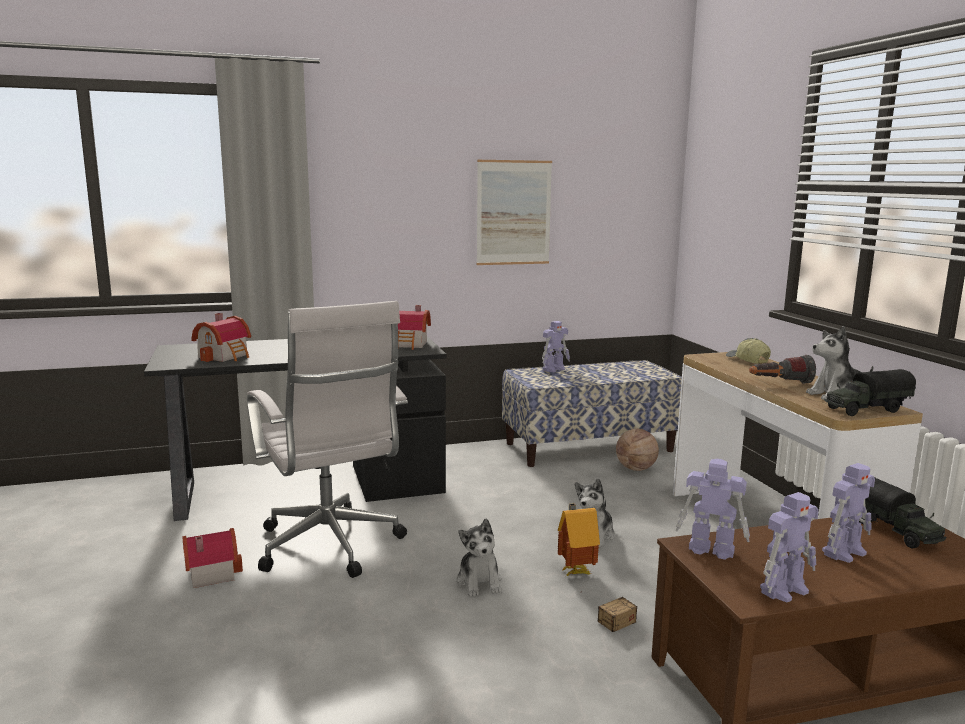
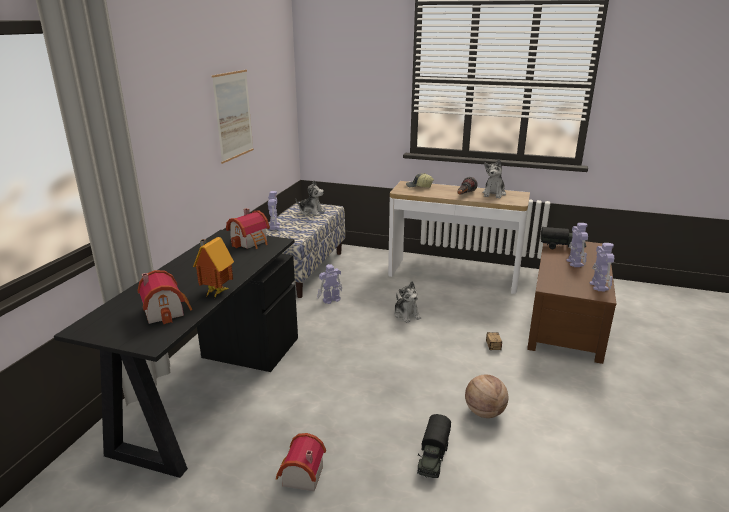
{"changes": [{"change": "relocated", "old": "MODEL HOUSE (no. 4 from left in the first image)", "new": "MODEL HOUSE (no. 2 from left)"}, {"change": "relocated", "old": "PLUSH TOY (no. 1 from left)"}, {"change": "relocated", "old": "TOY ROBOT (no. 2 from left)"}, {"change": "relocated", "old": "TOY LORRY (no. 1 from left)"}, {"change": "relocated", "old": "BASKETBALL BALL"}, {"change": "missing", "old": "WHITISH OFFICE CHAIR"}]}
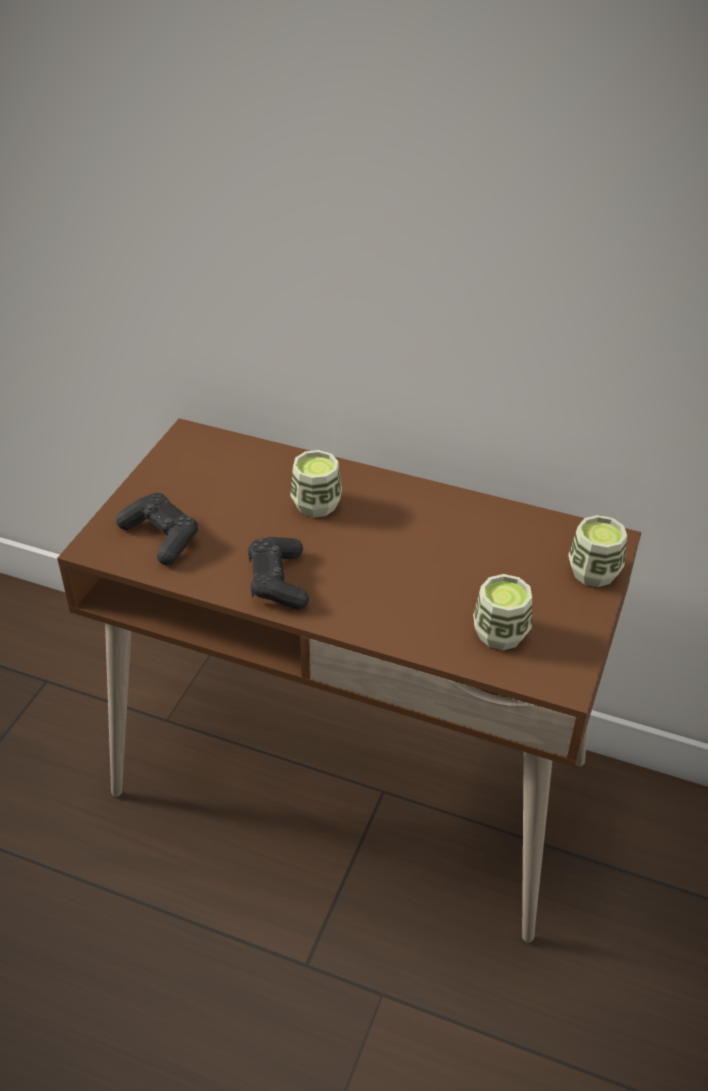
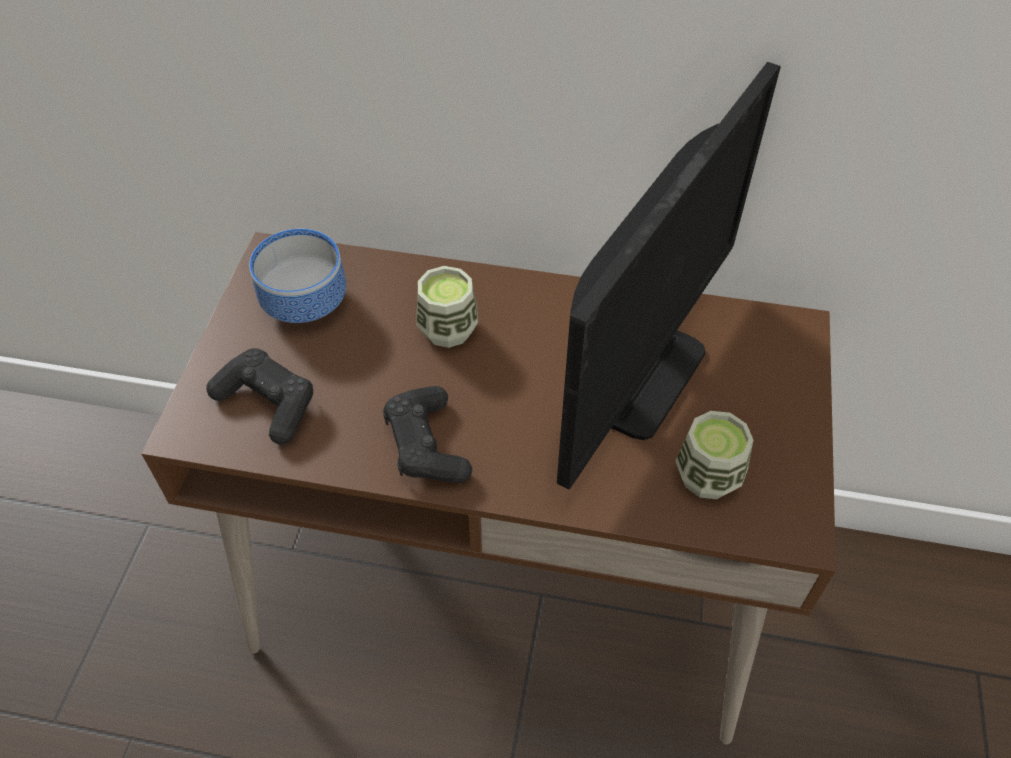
{"changes": [{"change": "appeared", "new": "BOWL"}, {"change": "appeared", "new": "COMPUTER SCREEN"}, {"change": "missing", "old": "SMALL CUP (no. 3 from left)"}]}
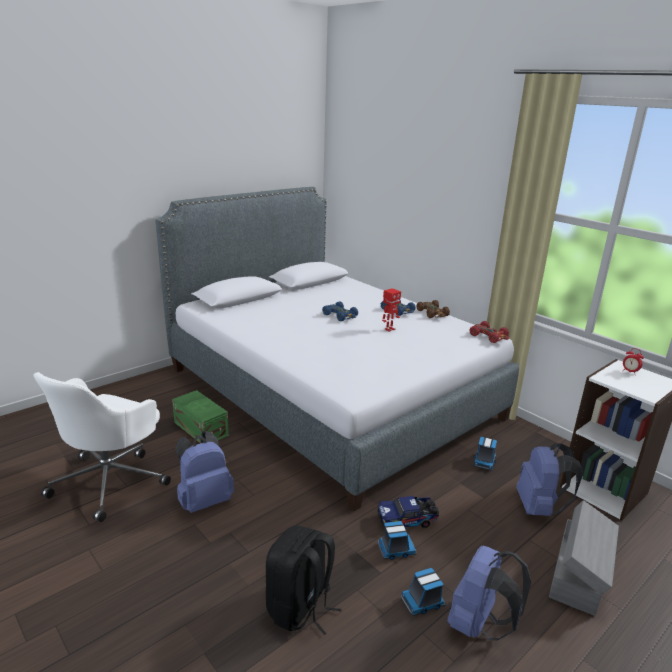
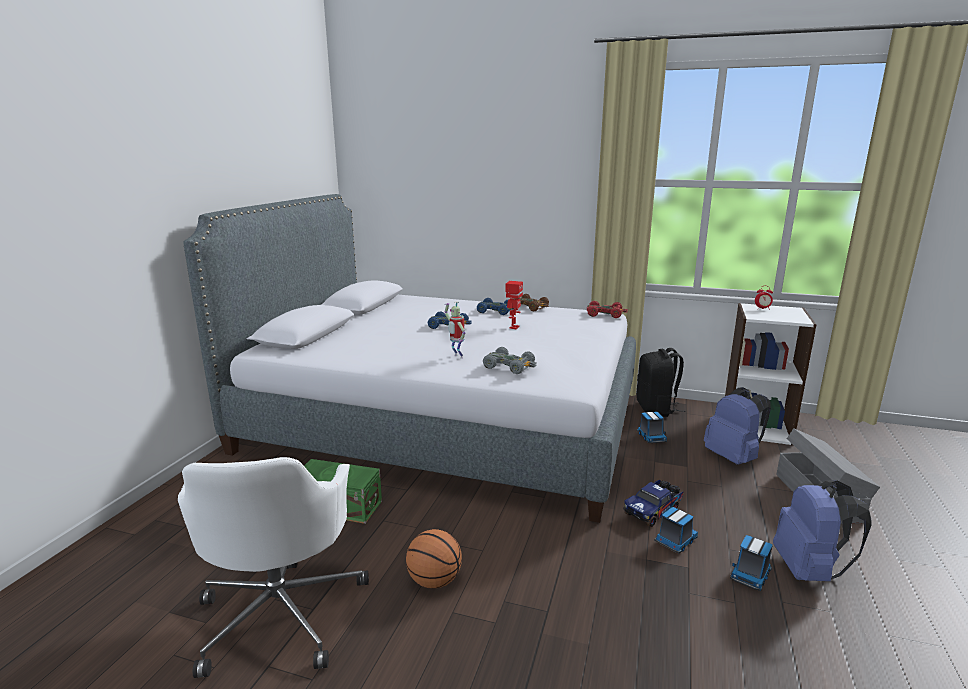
{"changes": [{"change": "exchanged", "old": "BLUE-COLOURED KNAPSACK (no. 1 from left)", "new": "BASKETBALL BALL"}, {"change": "appeared", "new": "TOY ROBOT (no. 1 from left)"}, {"change": "appeared", "new": "GREYISH TOY CAR"}, {"change": "relocated", "old": "BLACKISH KNAPSACK"}]}
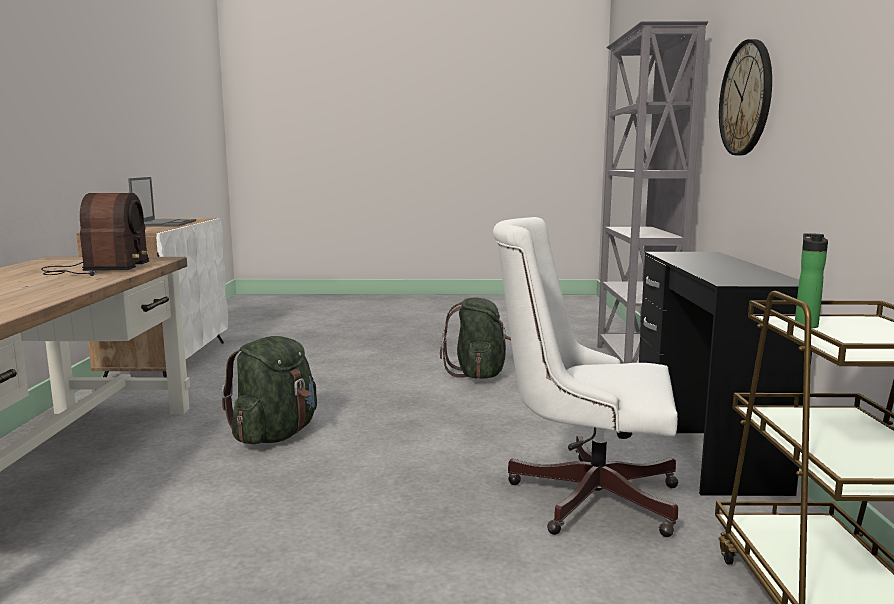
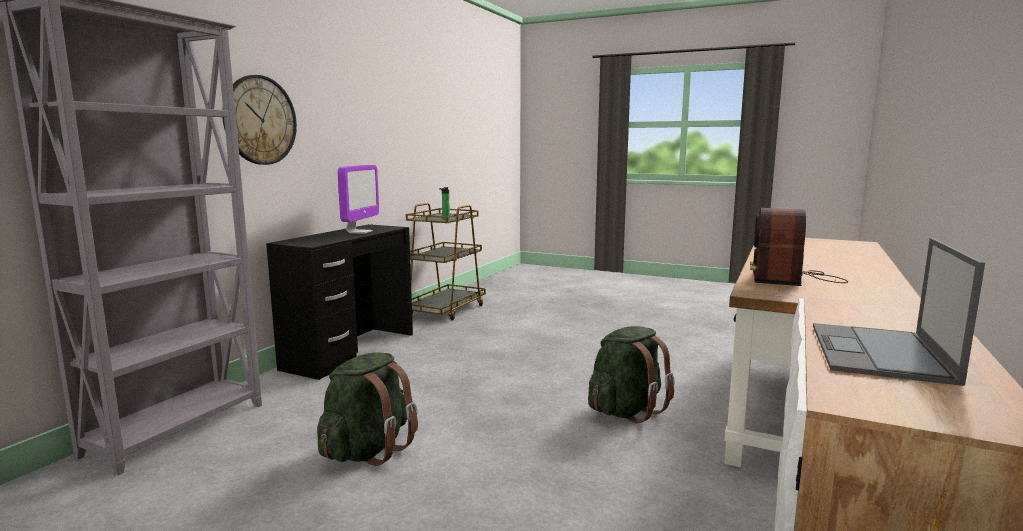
{"changes": [{"change": "appeared", "new": "COMPUTER SCREEN"}, {"change": "missing", "old": "WHITISH OFFICE CHAIR"}]}
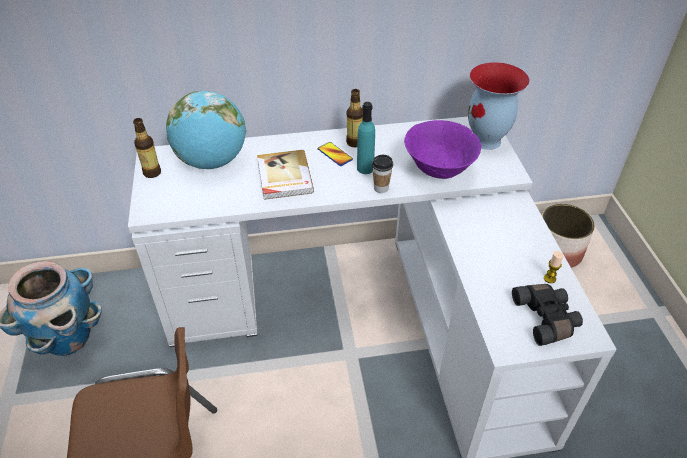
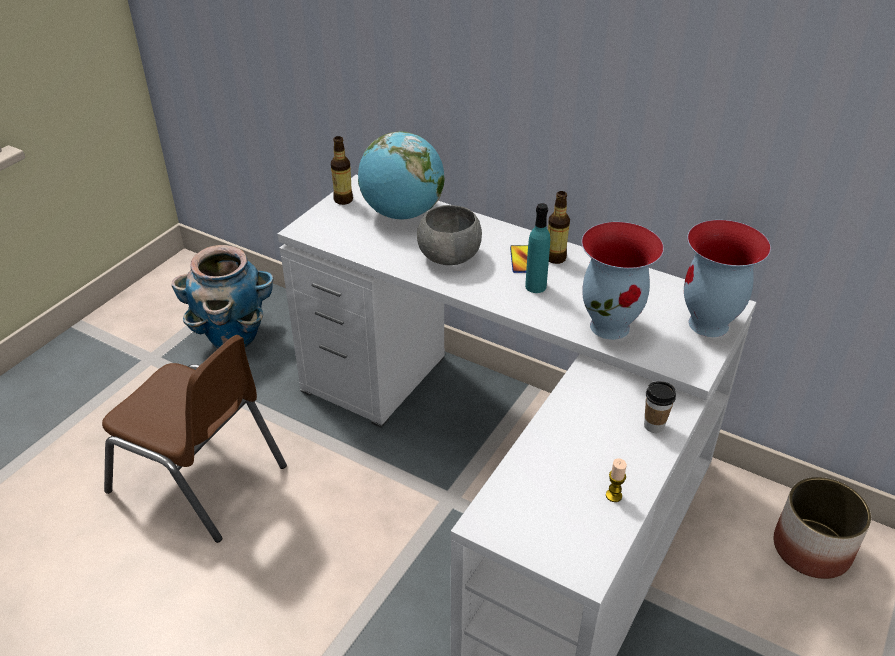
{"changes": [{"change": "exchanged", "old": "VOLUME", "new": "GREYISH BOWL"}, {"change": "exchanged", "old": "PURPLE BOWL", "new": "FLOWER VASE (no. 1 from left)"}, {"change": "relocated", "old": "SMALL CUP"}, {"change": "missing", "old": "BLACKISH PAIR OF BINOCULARS"}]}
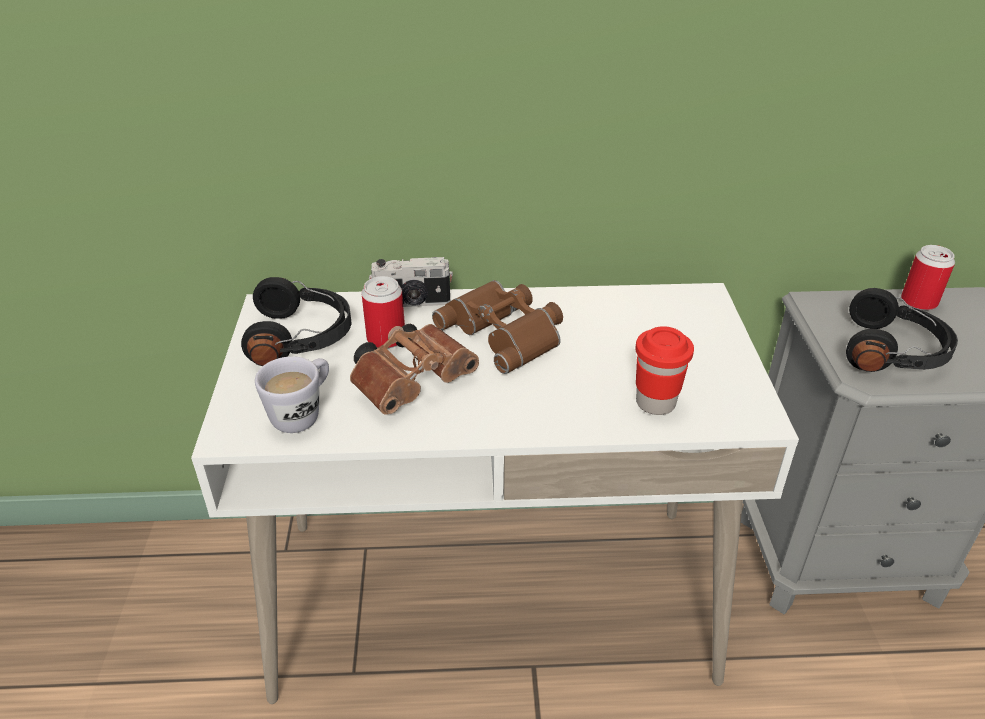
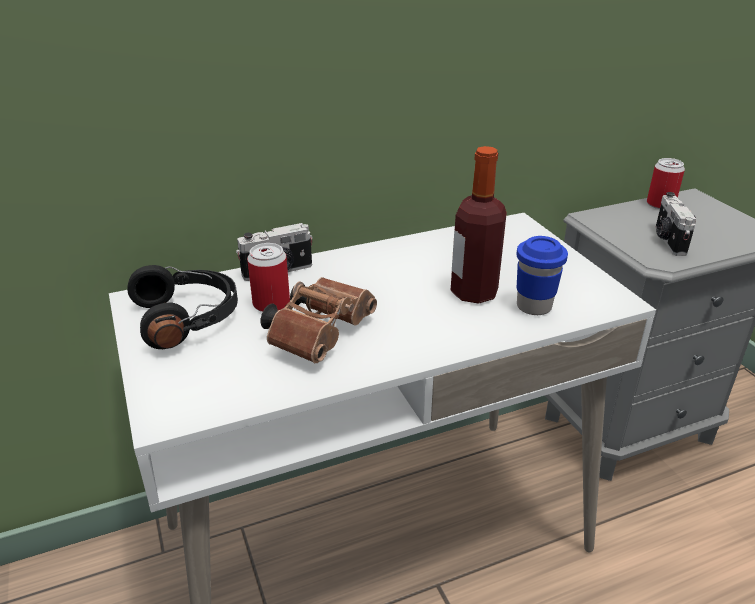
{"changes": [{"change": "appeared", "new": "BEVERAGE BOTTLE"}, {"change": "colour", "old": "RED-COLOURED SMALL CUP", "new": "BLUE-COLOURED SMALL CUP"}, {"change": "exchanged", "old": "BLACKISH PAIR OF HEADPHONES (no. 2 from left)", "new": "STILL CAMERA (no. 2 from left)"}, {"change": "missing", "old": "WHITISH MUG"}, {"change": "missing", "old": "BROWN-COLOURED PAIR OF BINOCULARS (no. 2 from left)"}]}
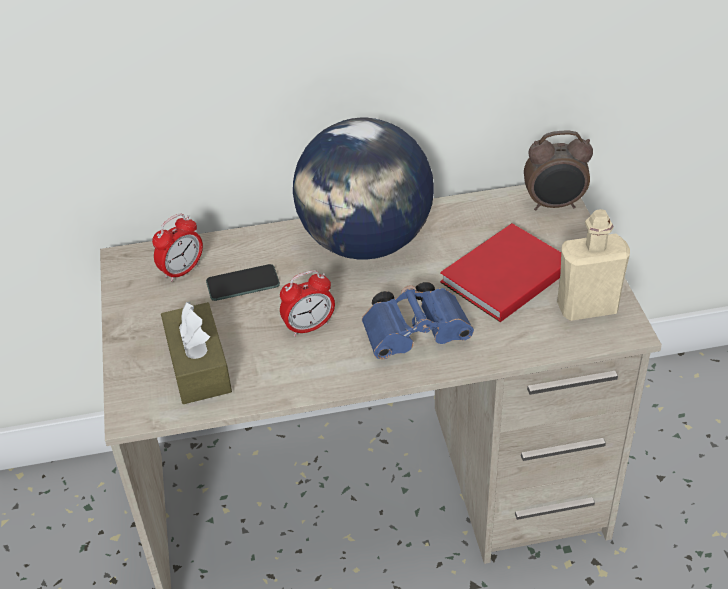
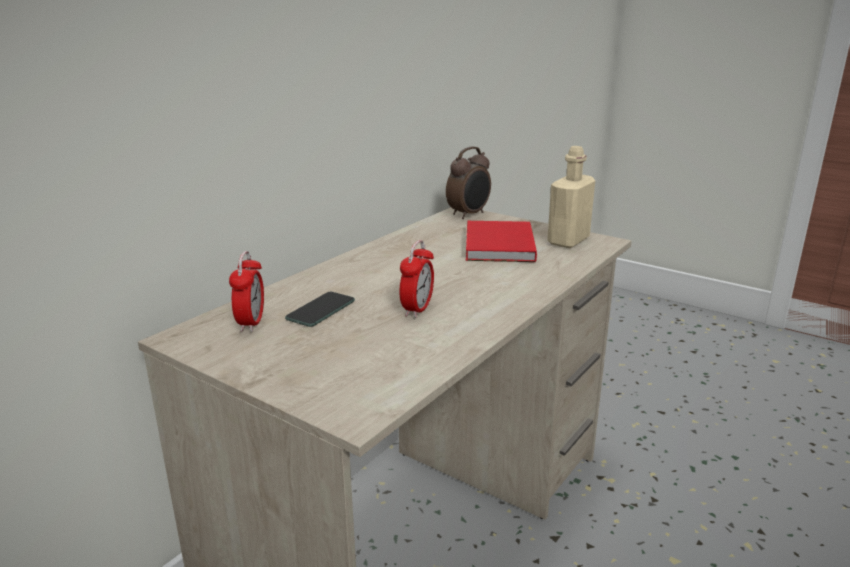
{"changes": [{"change": "missing", "old": "BROWN-COLOURED TISSUE BOX"}, {"change": "missing", "old": "GLOBE"}, {"change": "missing", "old": "BLUE-COLOURED PAIR OF BINOCULARS"}]}
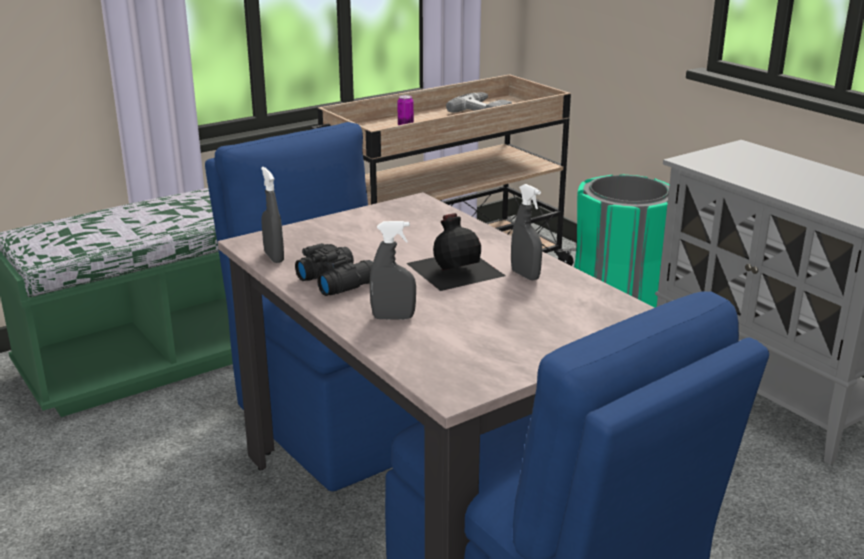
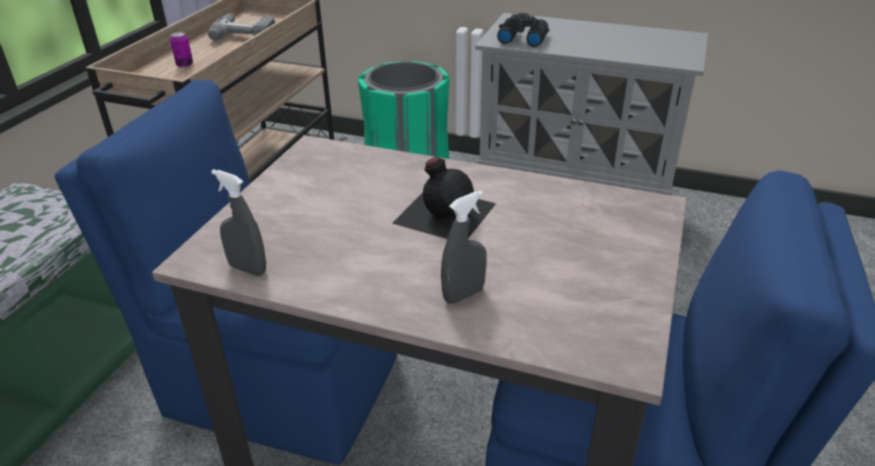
{"changes": [{"change": "relocated", "old": "BLACKISH PAIR OF BINOCULARS"}, {"change": "missing", "old": "GREYISH HAND SPRAYER (no. 3 from left)"}]}
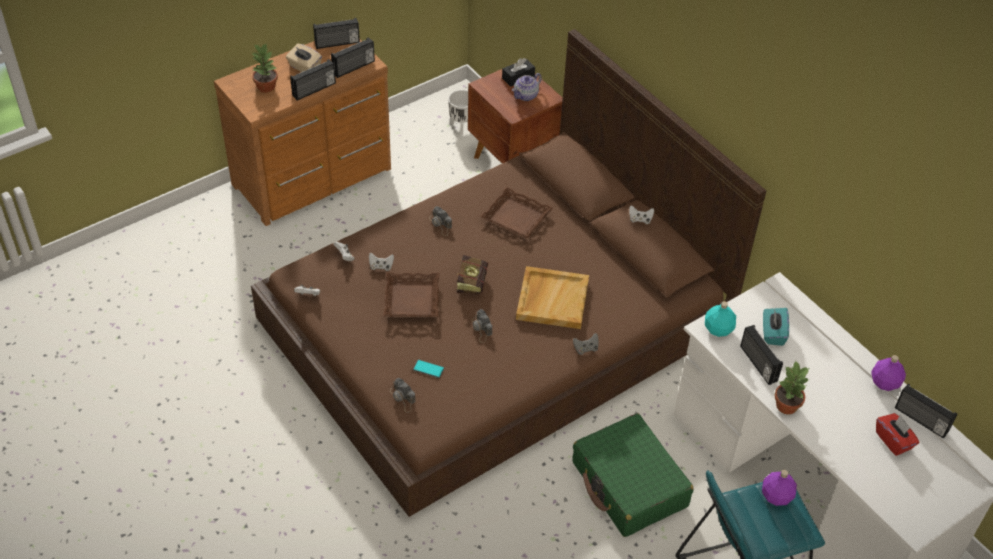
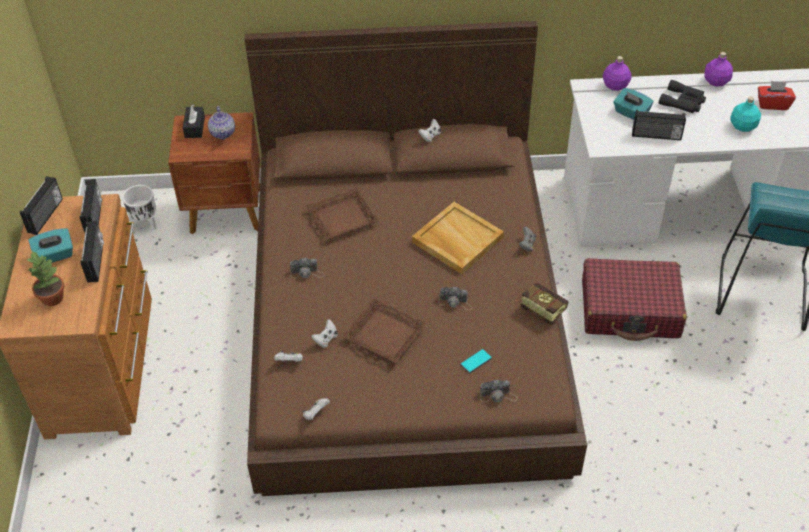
{"changes": [{"change": "colour", "old": "SAND-COLOURED TISSUE BOX", "new": "BLUE-GREEN TISSUE BOX (no. 1 from left)"}, {"change": "relocated", "old": "VOLUME"}, {"change": "colour", "old": "GREEN-COLOURED TRAVEL CASE", "new": "RED-COLOURED TRAVEL CASE"}, {"change": "relocated", "old": "PURPLE BEVERAGE BOTTLE (no. 1 from left)"}, {"change": "appeared", "new": "BLACKISH PAIR OF BINOCULARS"}, {"change": "relocated", "old": "BLUE-GREEN BEVERAGE BOTTLE"}, {"change": "missing", "old": "POTTED PLANT (no. 2 from left)"}, {"change": "missing", "old": "RADIO SET (no. 5 from left)"}]}
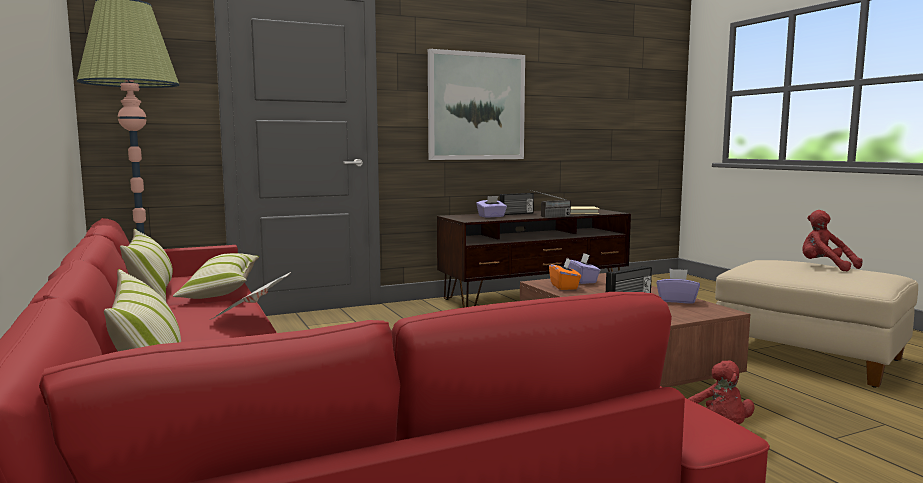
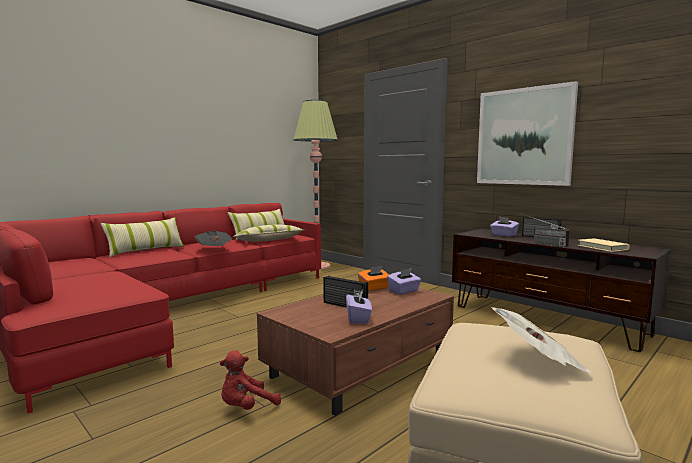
{"changes": [{"change": "exchanged", "old": "RED-COLOURED PLUSH TOY (no. 2 from left)", "new": "DAILY PAPER (no. 2 from left)"}]}
